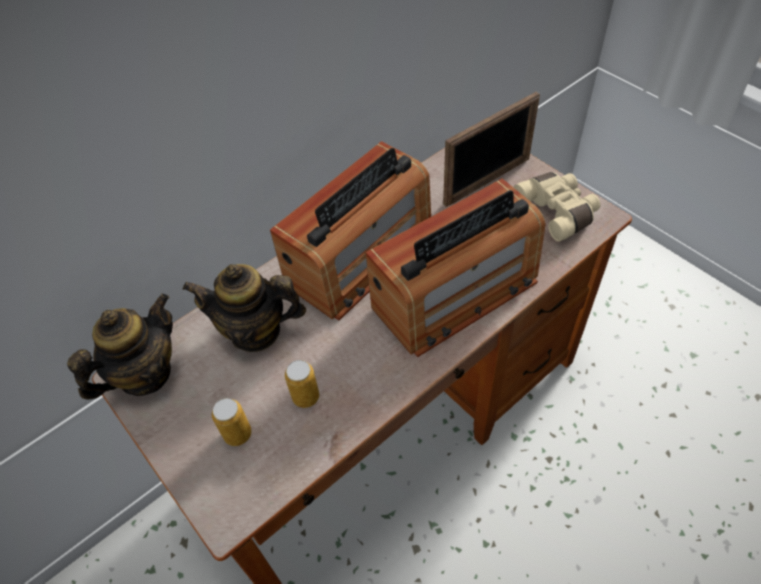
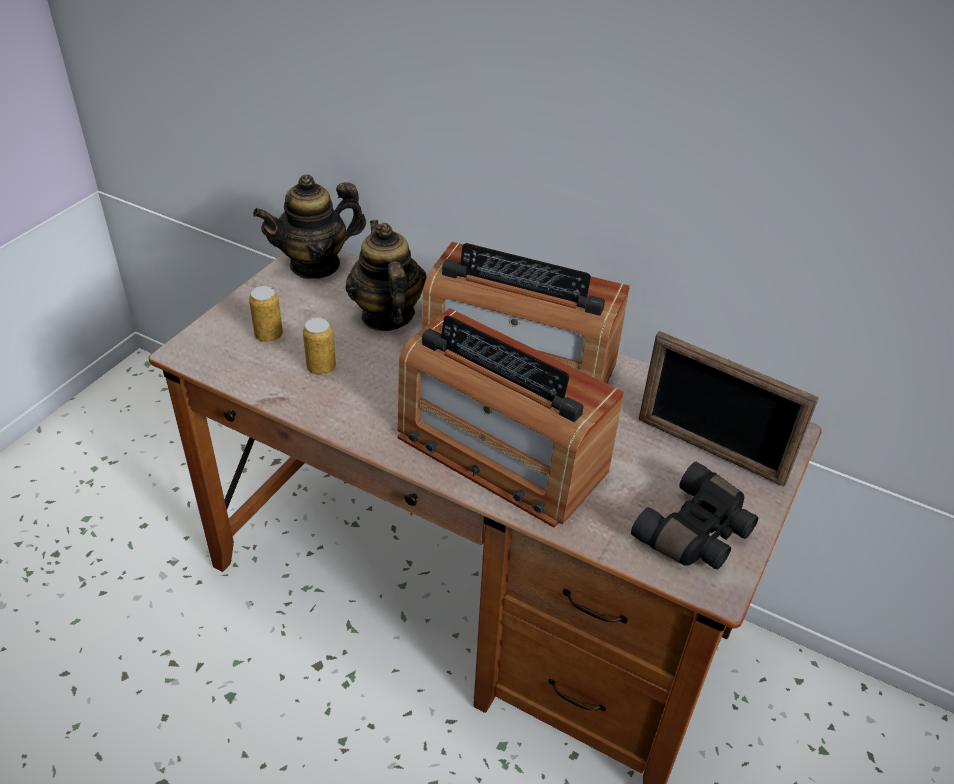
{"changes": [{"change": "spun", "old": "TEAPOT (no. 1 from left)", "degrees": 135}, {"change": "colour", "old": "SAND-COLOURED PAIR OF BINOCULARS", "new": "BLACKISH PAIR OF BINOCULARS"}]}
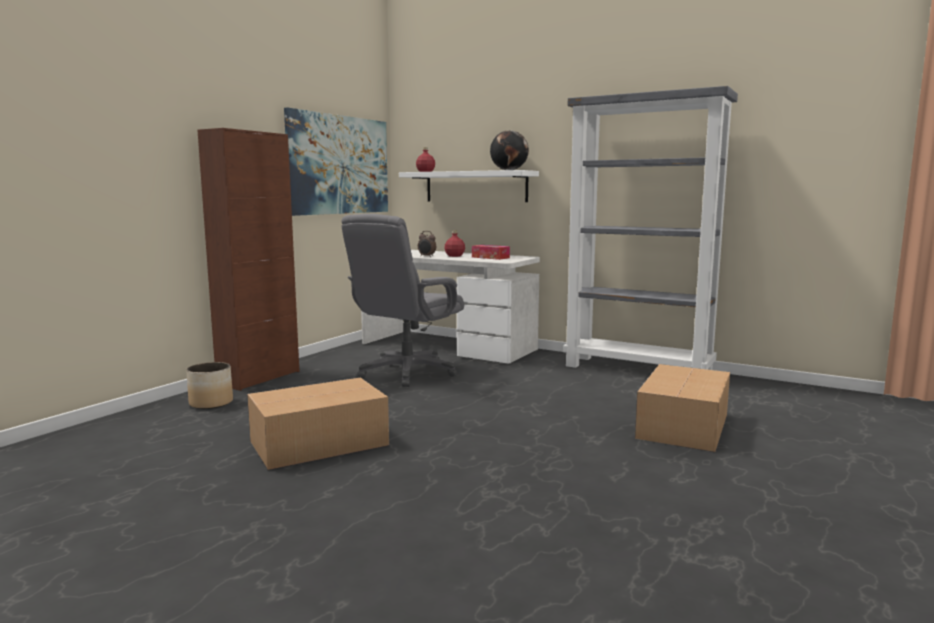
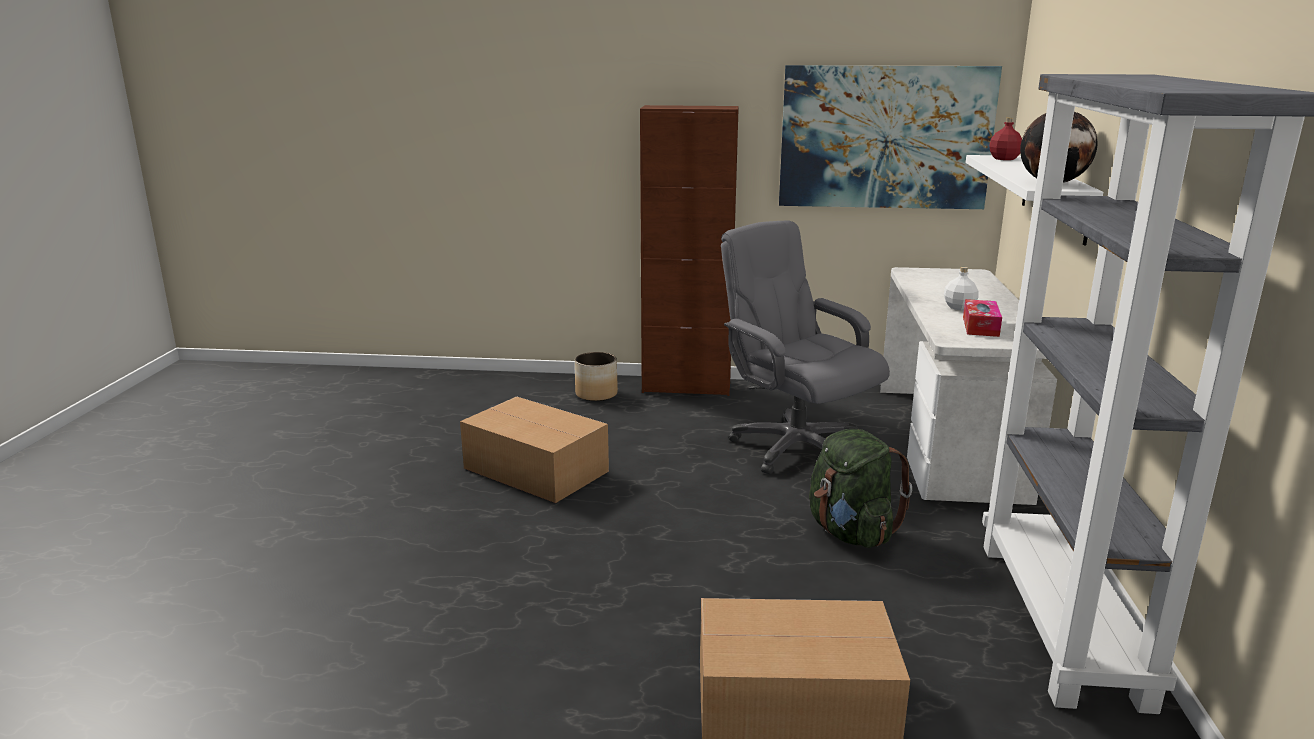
{"changes": [{"change": "spun", "old": "GREYISH OFFICE CHAIR", "degrees": 45}, {"change": "appeared", "new": "GREEN-COLOURED KNAPSACK"}, {"change": "colour", "old": "RED-COLOURED BEVERAGE BOTTLE (no. 2 from left)", "new": "WHITISH BEVERAGE BOTTLE"}, {"change": "missing", "old": "TABLE CLOCK"}]}
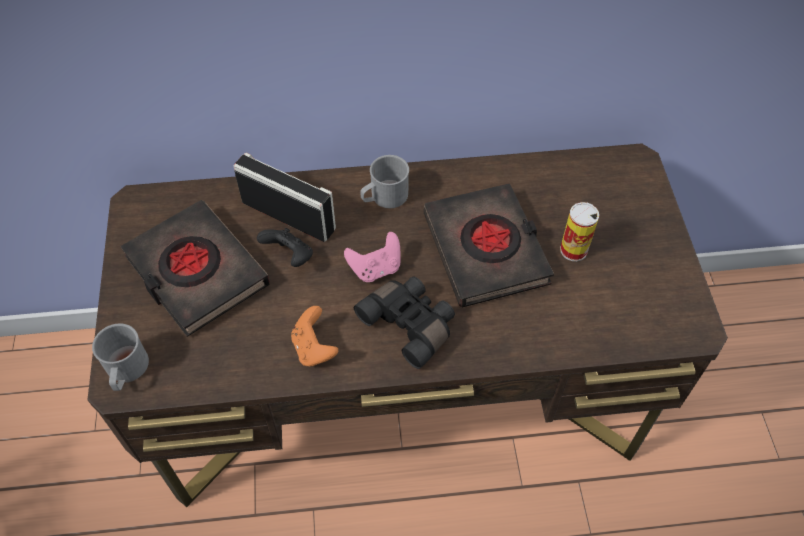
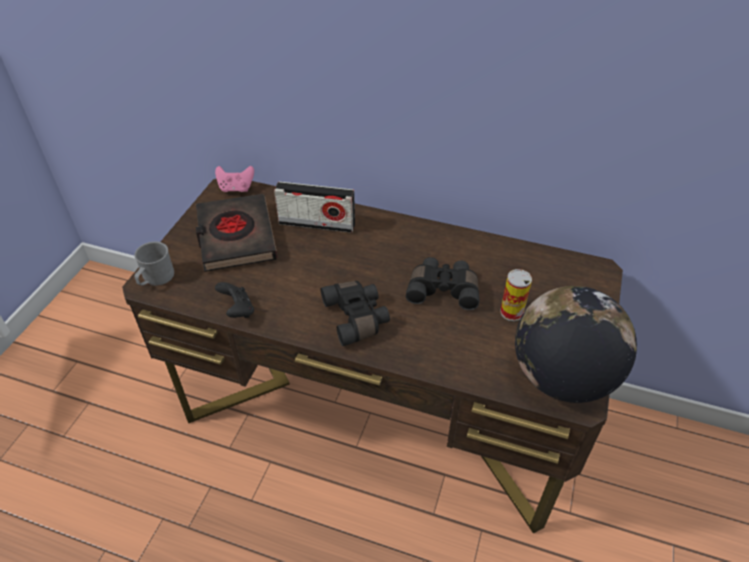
{"changes": [{"change": "relocated", "old": "PINK-COLOURED GAME CONTROLLER"}, {"change": "relocated", "old": "BLACKISH GAME CONTROLLER"}, {"change": "spun", "old": "RADIO SET", "degrees": 135}, {"change": "exchanged", "old": "BLACKISH VOLUME (no. 2 from left)", "new": "BLACKISH PAIR OF BINOCULARS (no. 2 from left)"}, {"change": "appeared", "new": "GLOBE"}, {"change": "missing", "old": "ORANGE GAME CONTROLLER"}, {"change": "missing", "old": "GREYISH MUG (no. 2 from left)"}]}
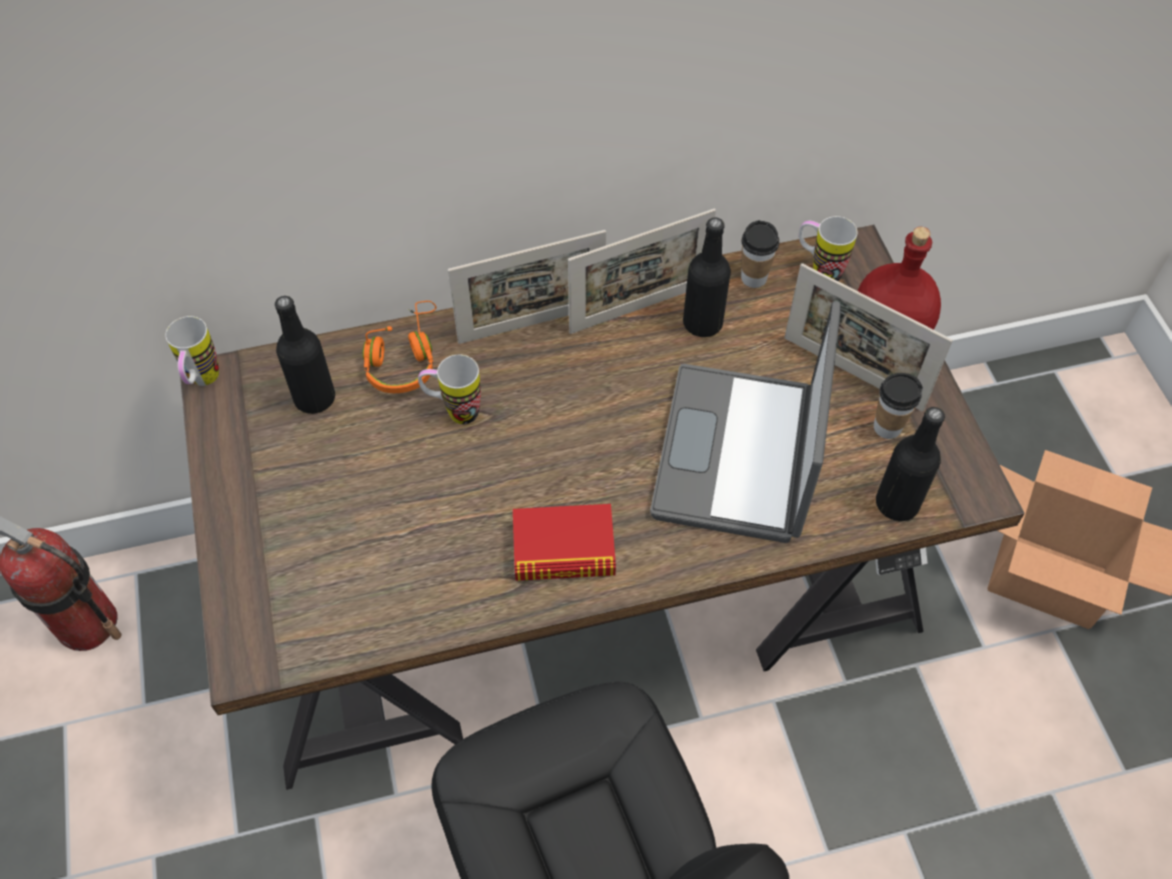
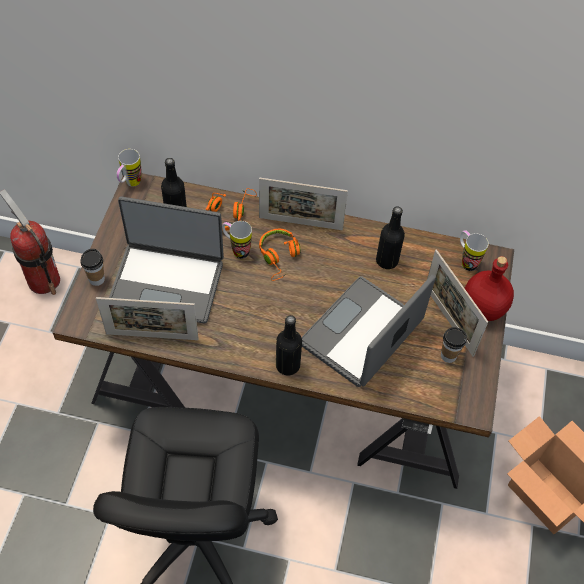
{"changes": [{"change": "relocated", "old": "SMALL CUP (no. 1 from left)"}, {"change": "relocated", "old": "STANDING FRAME (no. 2 from left in the first image)", "new": "STANDING FRAME (no. 1 from left)"}, {"change": "appeared", "new": "PORTABLE COMPUTER (no. 1 from left)"}, {"change": "appeared", "new": "ORANGE PAIR OF HEADPHONES (no. 2 from left)"}, {"change": "relocated", "old": "BLACKISH BEVERAGE BOTTLE (no. 3 from left in the first image)", "new": "BLACKISH BEVERAGE BOTTLE (no. 2 from left)"}, {"change": "missing", "old": "VOLUME"}]}
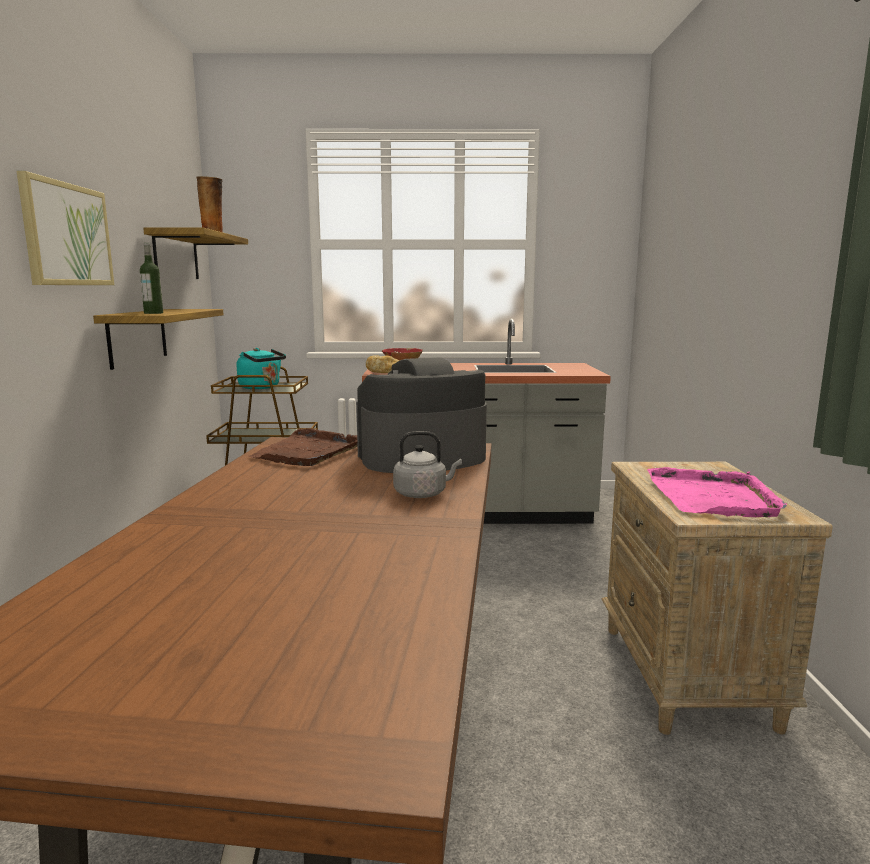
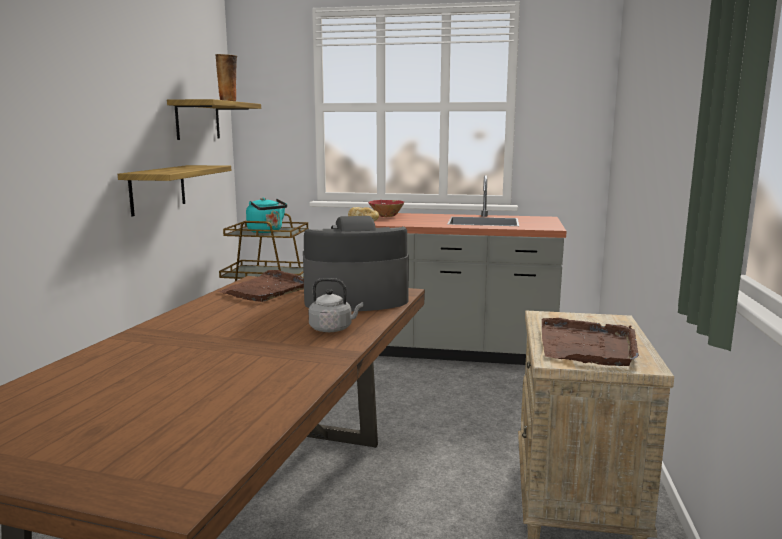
{"changes": [{"change": "colour", "old": "PINK-COLOURED SERVING TRAY", "new": "BROWN-COLOURED SERVING TRAY (no. 2 from left)"}, {"change": "missing", "old": "PICTURE"}, {"change": "missing", "old": "BEVERAGE BOTTLE"}]}
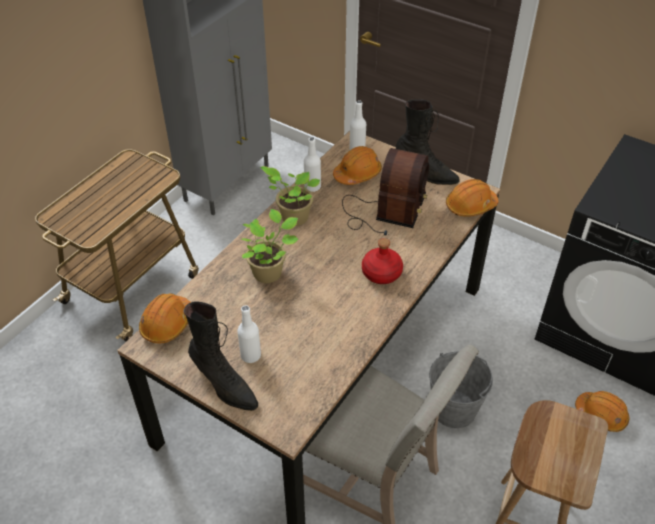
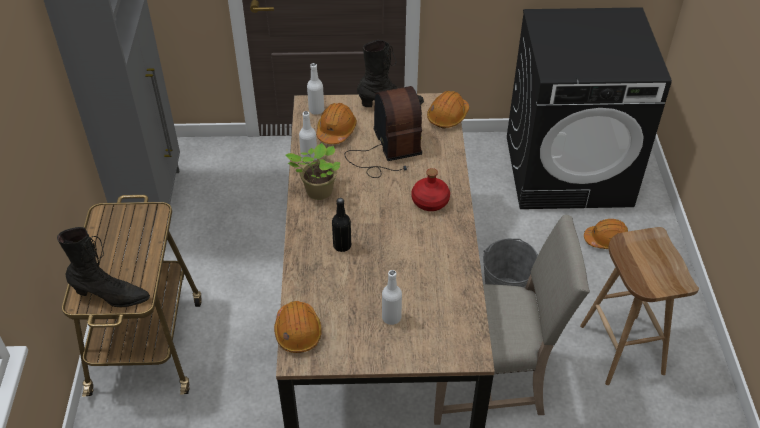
{"changes": [{"change": "relocated", "old": "BLACKISH HIGH-TOP BOOT (no. 1 from left)"}, {"change": "exchanged", "old": "POTTED PLANT (no. 1 from left)", "new": "BLACKISH BEVERAGE BOTTLE"}]}
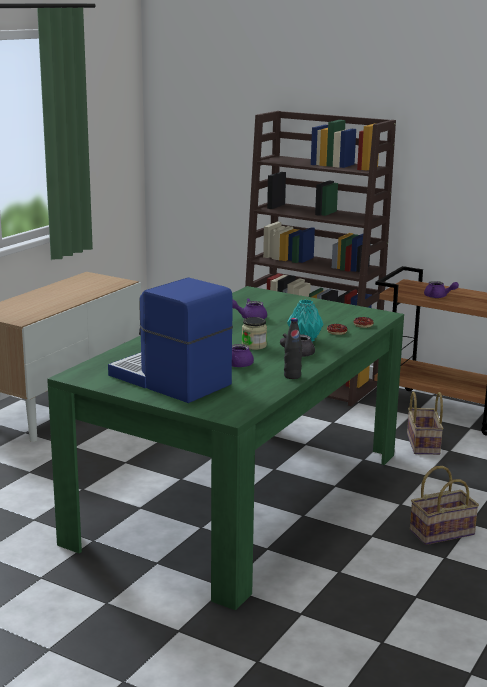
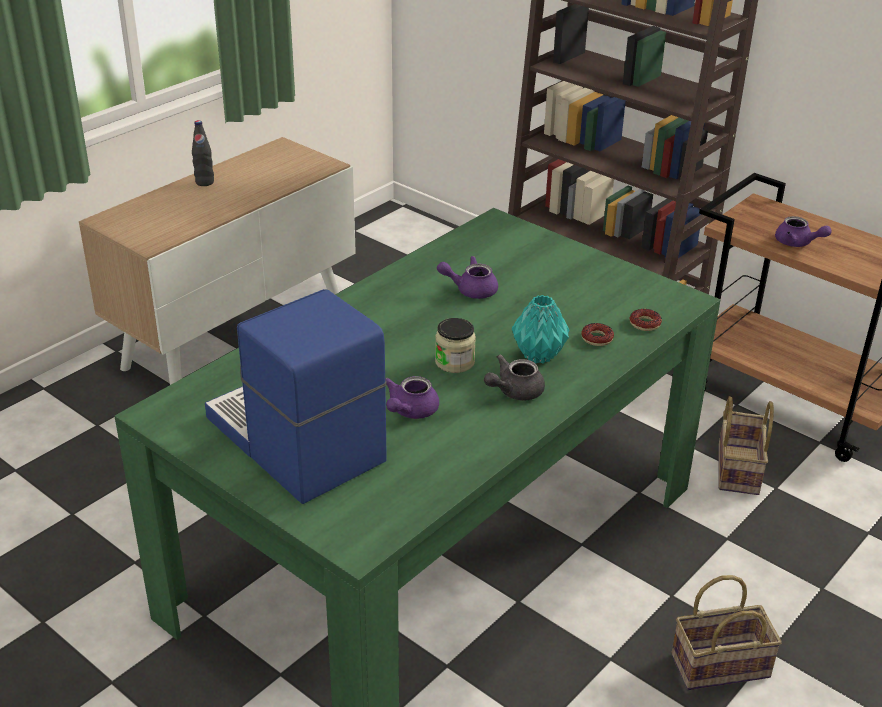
{"changes": [{"change": "relocated", "old": "BLACKISH BEVERAGE BOTTLE"}]}
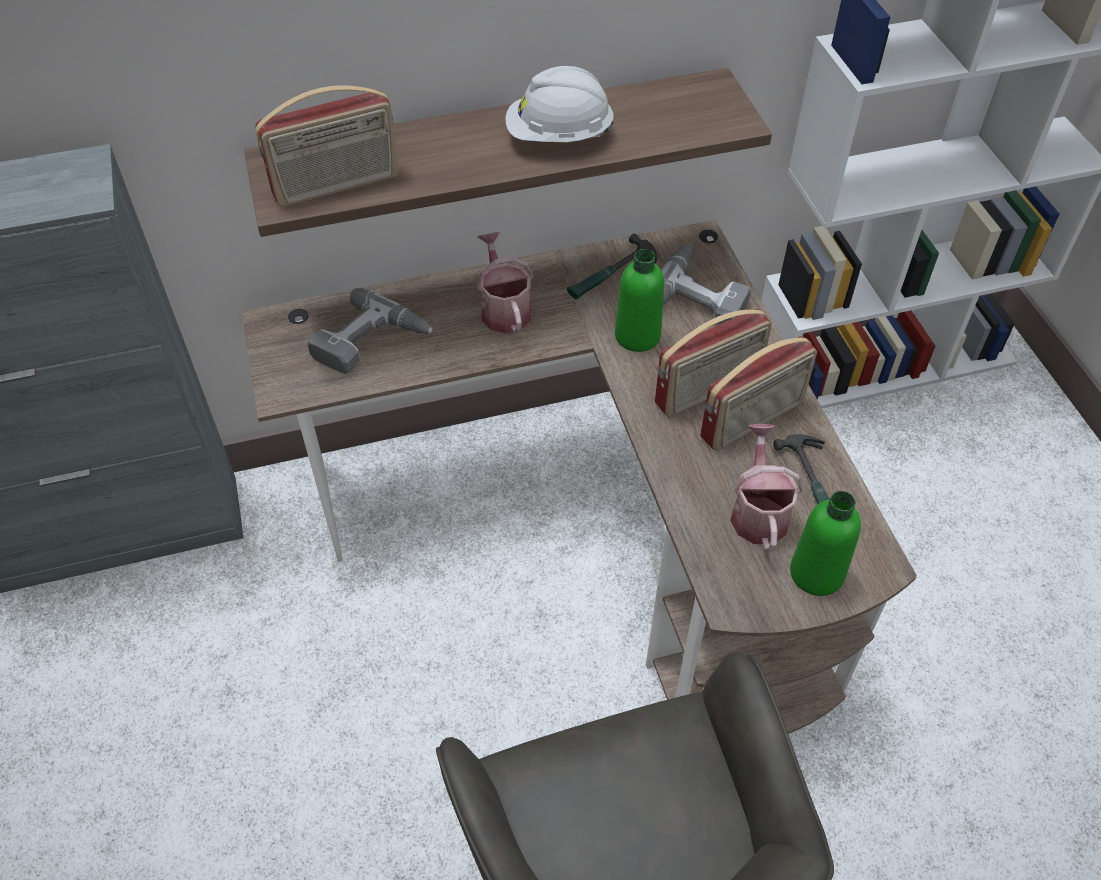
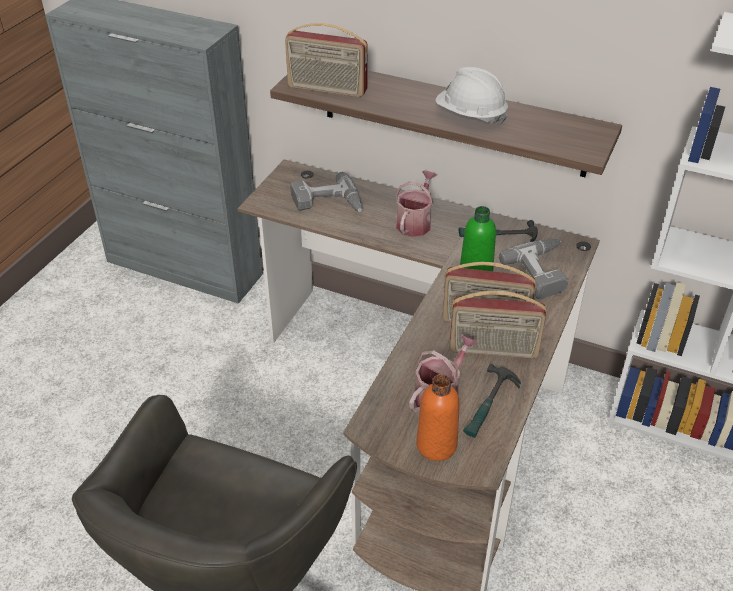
{"changes": [{"change": "colour", "old": "GREEN-COLOURED BEVERAGE BOTTLE (no. 2 from left)", "new": "ORANGE BEVERAGE BOTTLE"}]}
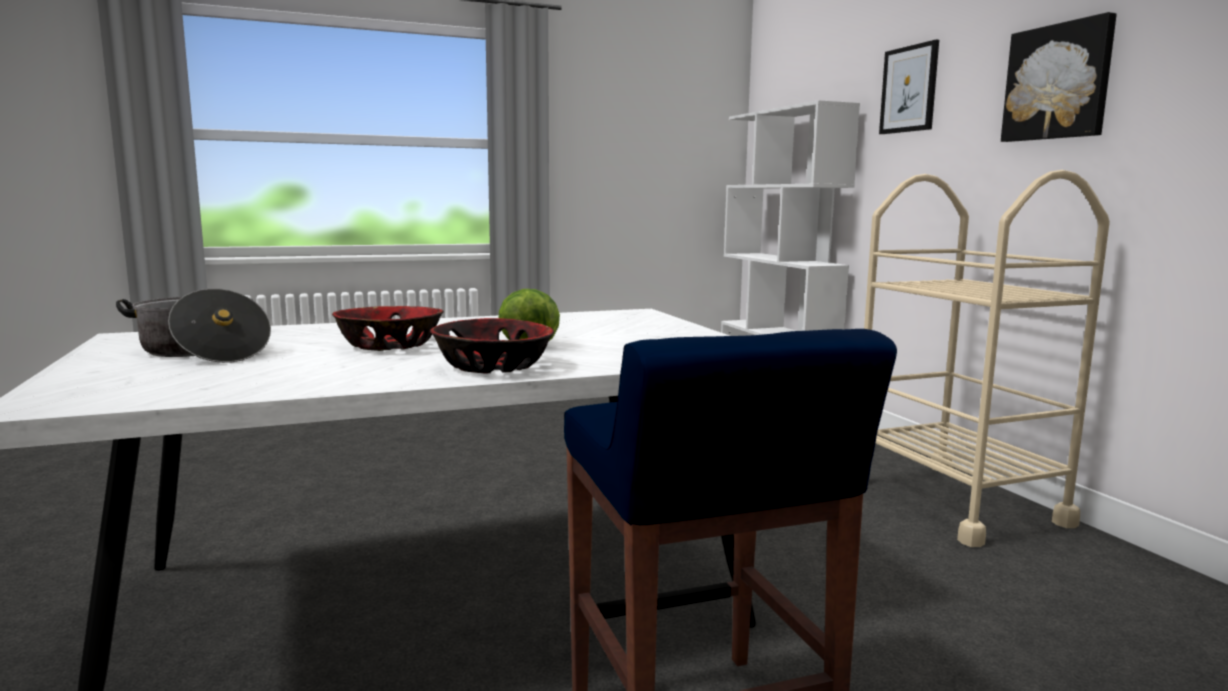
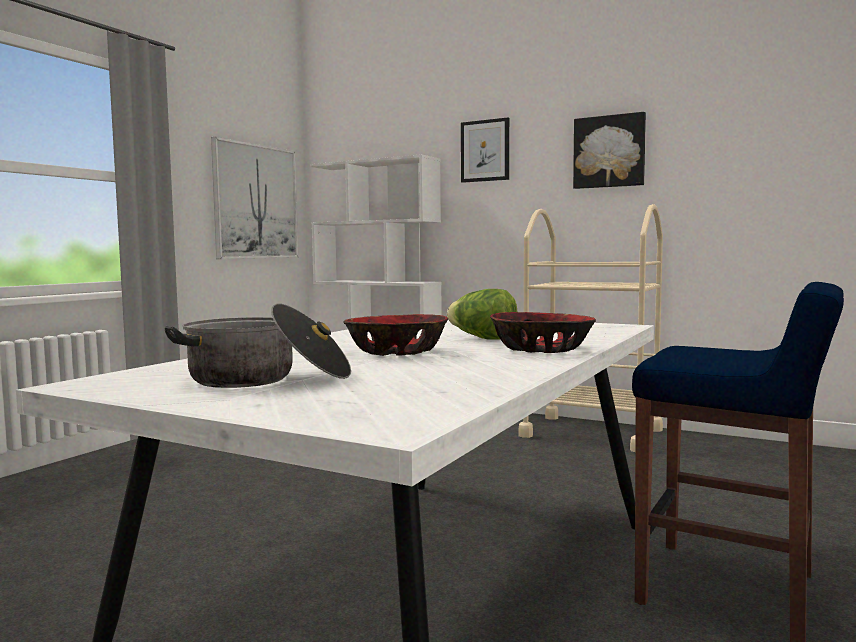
{"changes": [{"change": "appeared", "new": "PICTURE (no. 1 from left)"}]}
